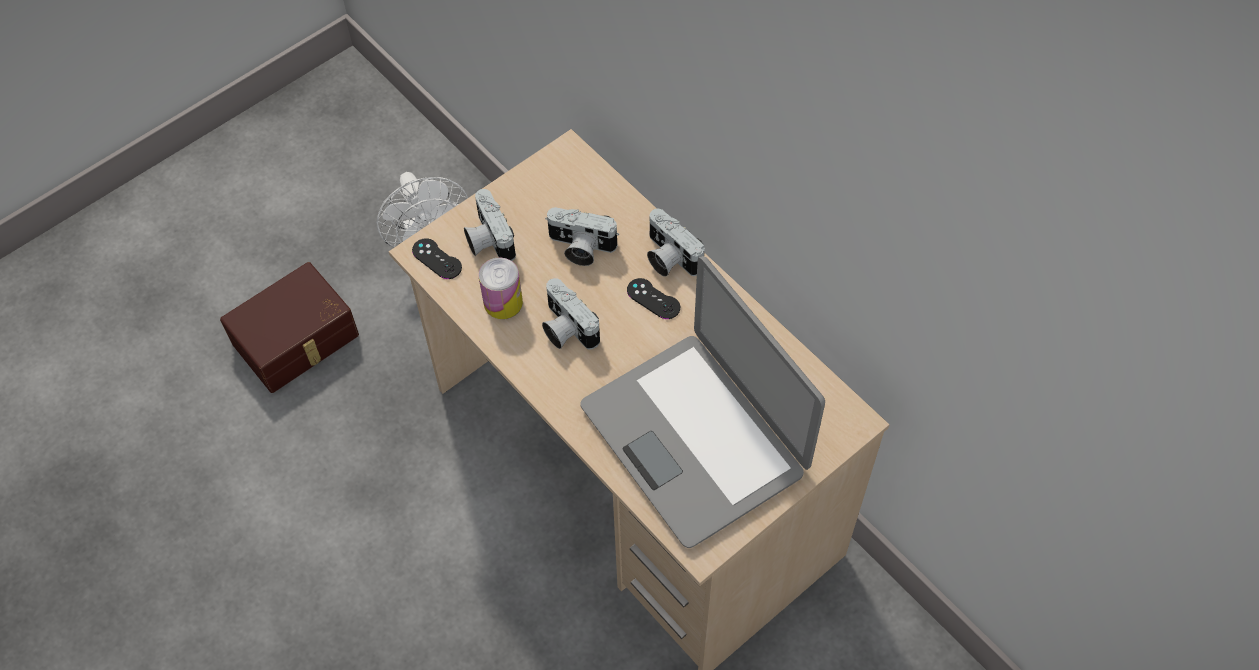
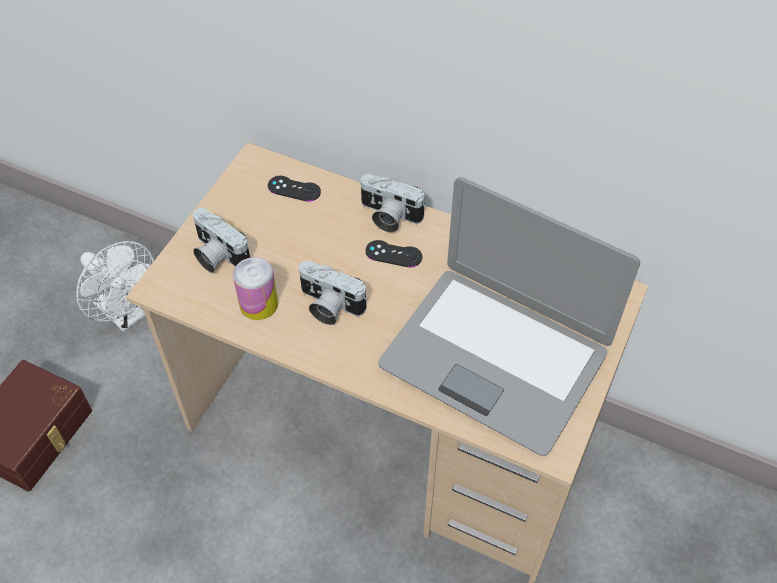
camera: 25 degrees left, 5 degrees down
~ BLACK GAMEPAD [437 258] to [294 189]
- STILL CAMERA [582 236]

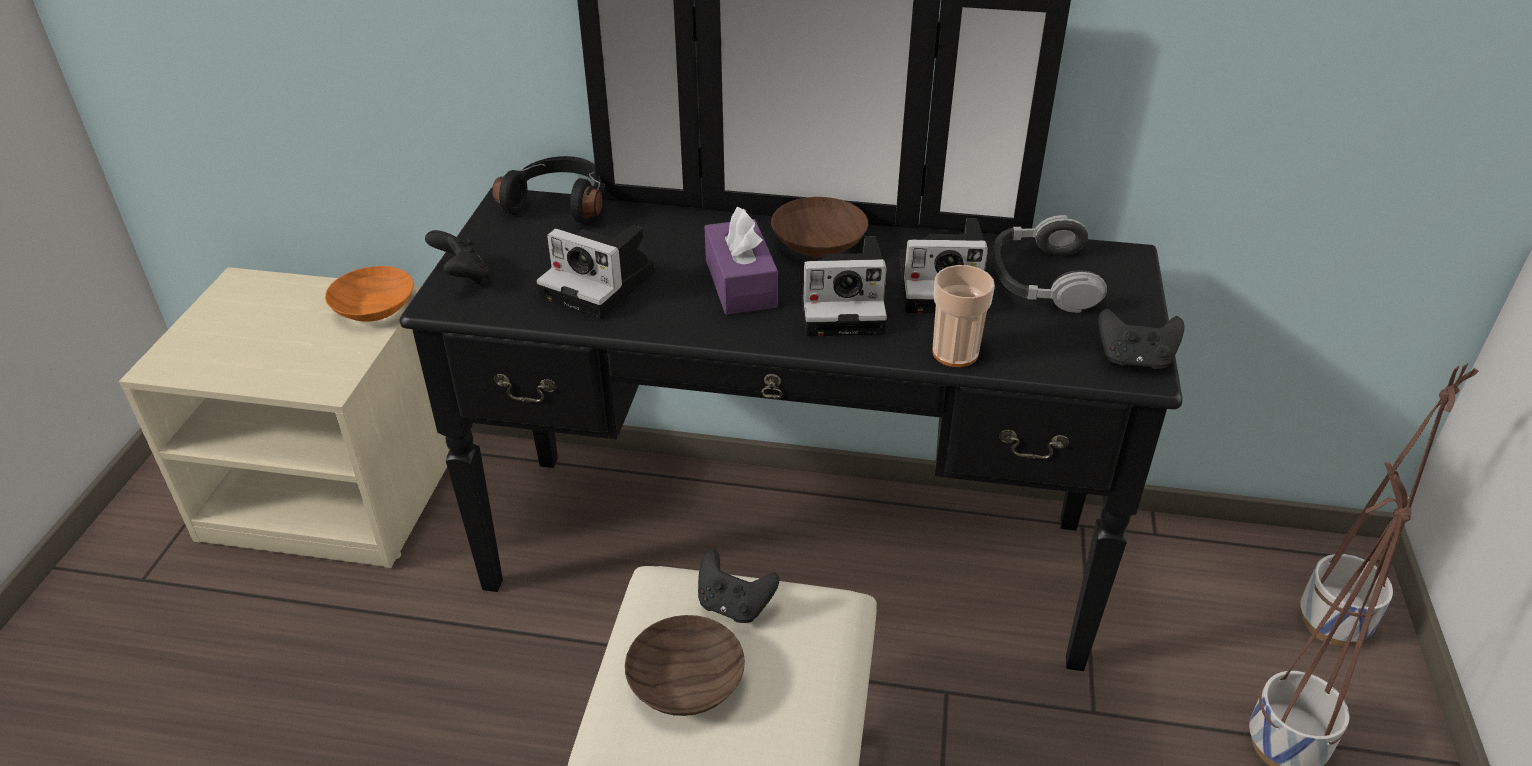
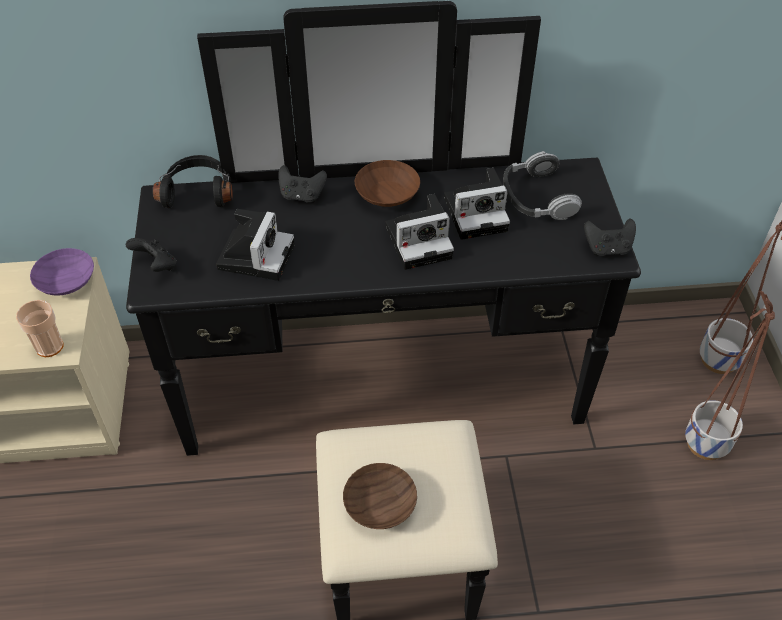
camera: 15 degrees left, 10 degrees up
~ DRINKING CUP [963 316] to [40 328]
~ ORANGEY BOWL [369 294] to PURPLE BOWL [62 272]
~ STILL CAMERA [595 272] = [255 245] 90 degrees counterclockwise
~ BLACK GAMEPAD [738 586] to [302 184]
- PURPLE TISSUE BOX [741 261]

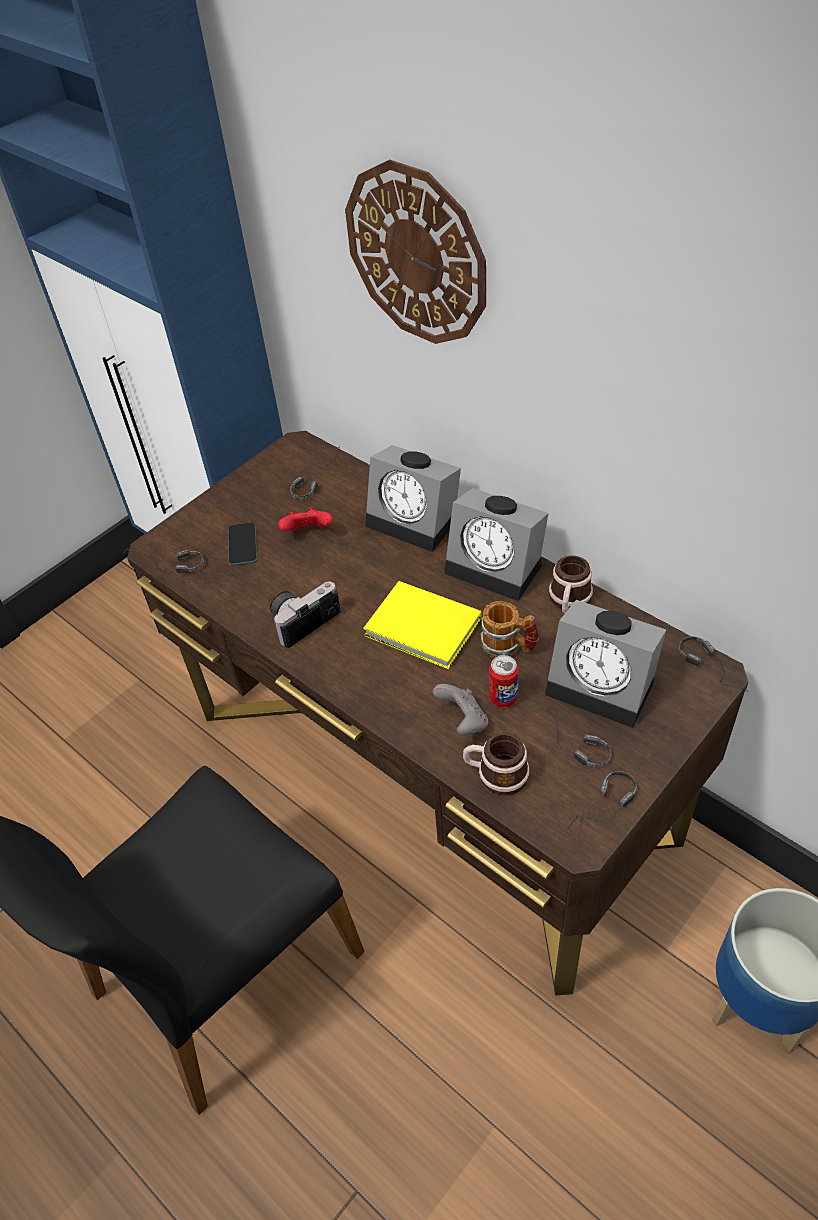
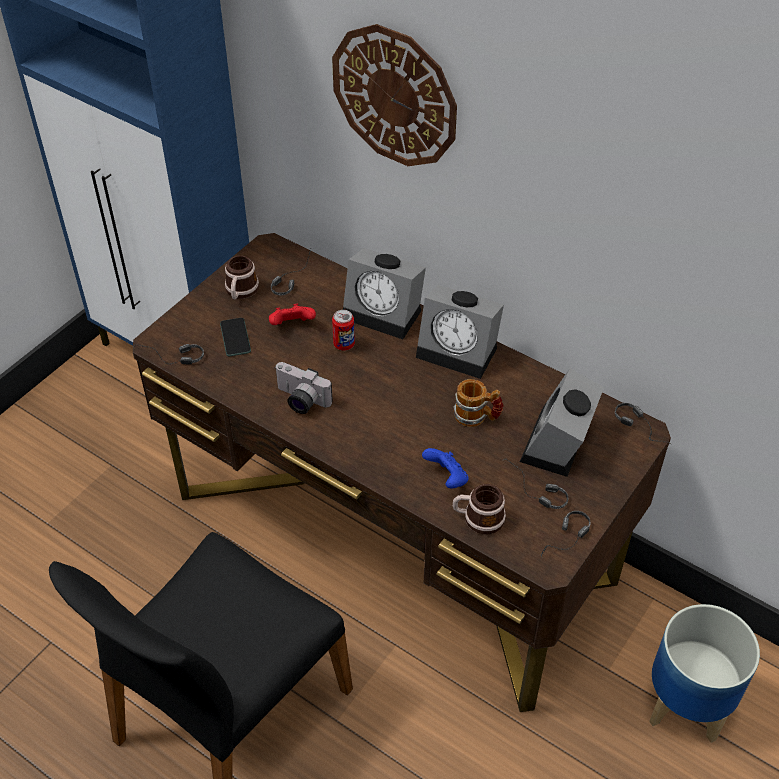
camera: 10 degrees left, 0 degrees up
~ TEA MUG [571 584] to [242 278]
~ STILL CAMERA [305 615] = [303 388] 105 degrees counterclockwise
~ METAL CAN [504 681] to [343 330]
~ GRAY GAMEPAD [460 709] to BLUE-COLOURED GAMEPAD [445 468]
~ BEDSIDE CLOCK [605 664] = [562 422] 90 degrees clockwise
- YELLOW-COLOURED BOUND BOOK [422 625]

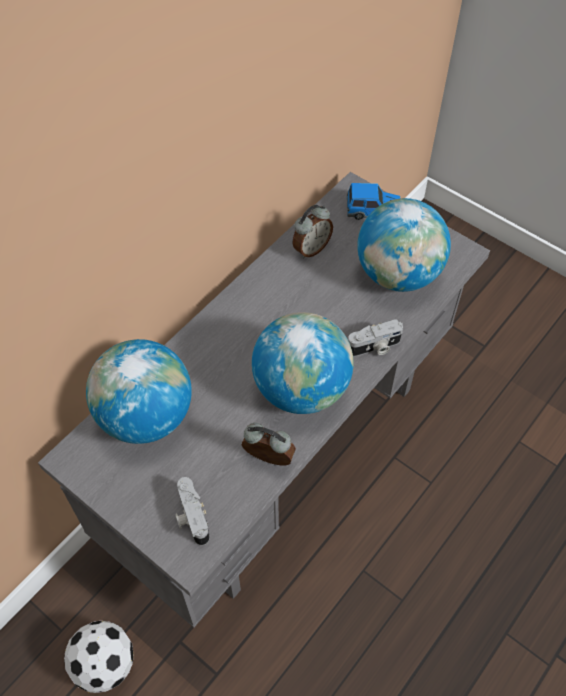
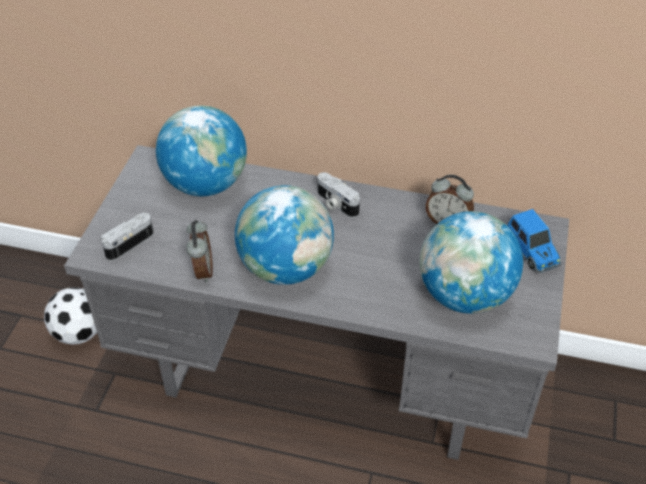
camera: 65 degrees right, 10 degrees down
~ STILL CAMERA [375 338] to [339 195]

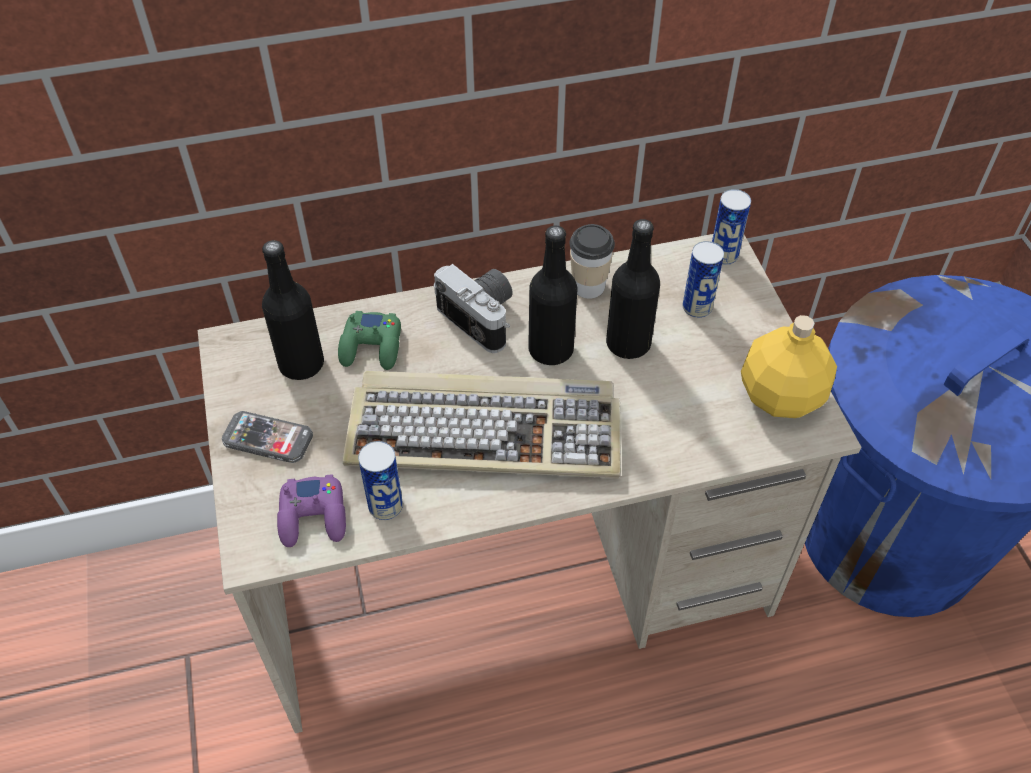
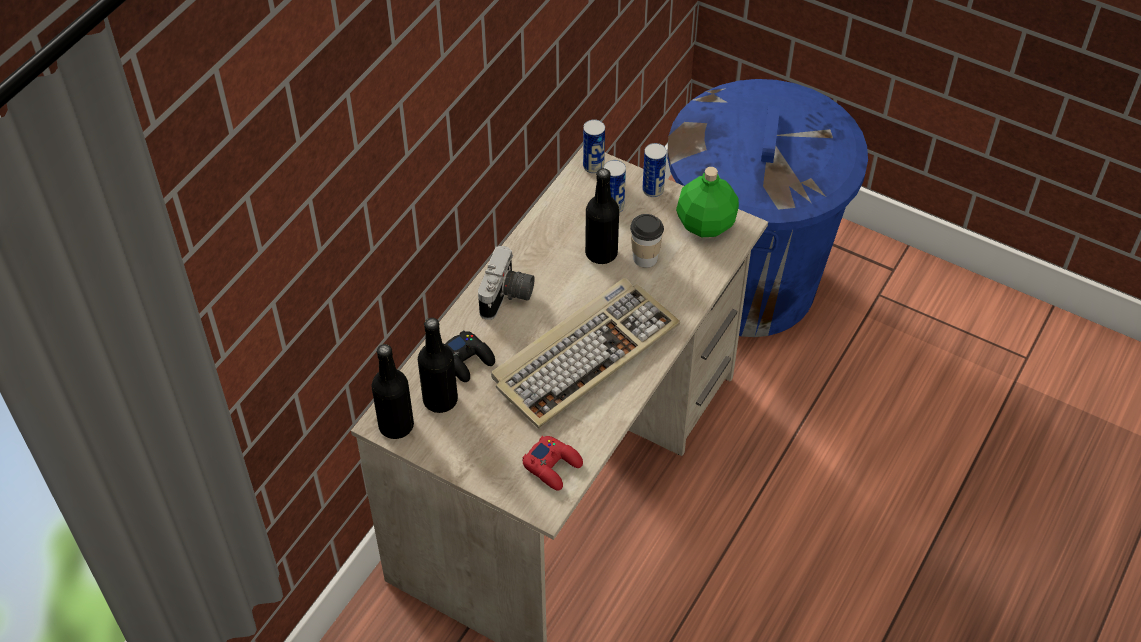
camera: 45 degrees left, 0 degrees up
~ BLACK BEVERAGE BOTTLE [553 295] to [393 391]
~ GREEN GAMEPAD [369 340] to BLACK GAMEPAD [470 356]
~ STILL CAMERA [473 308] = [506 283] 105 degrees clockwise
~ PURPLE GAMEPAD [311 510] to RED GAMEPAD [552 463]
~ DRINKING CUP [592 261] to [647 241]
~ METAL CAN [380 480] to [654 170]
~ YELLOW-COLOURED BEVERAGE BOTTLE [789 366] to GREEN BEVERAGE BOTTLE [707 202]
- TELEPHONE [267 437]

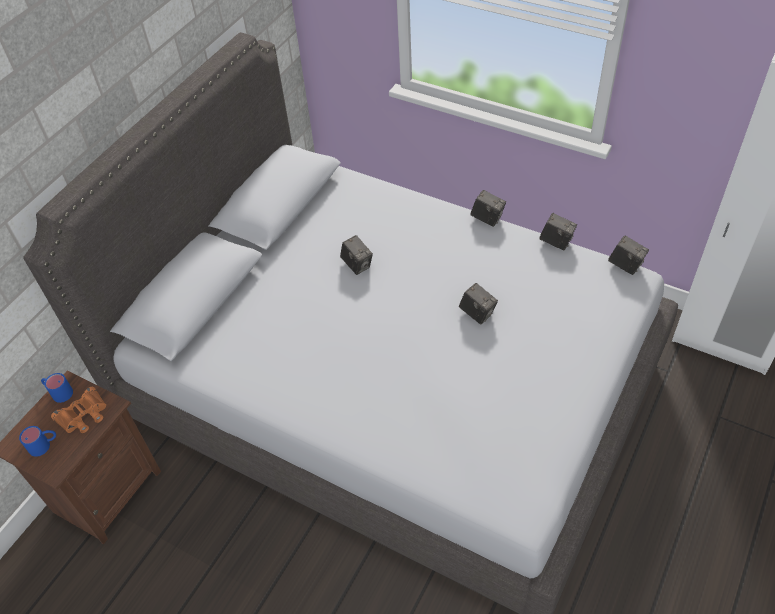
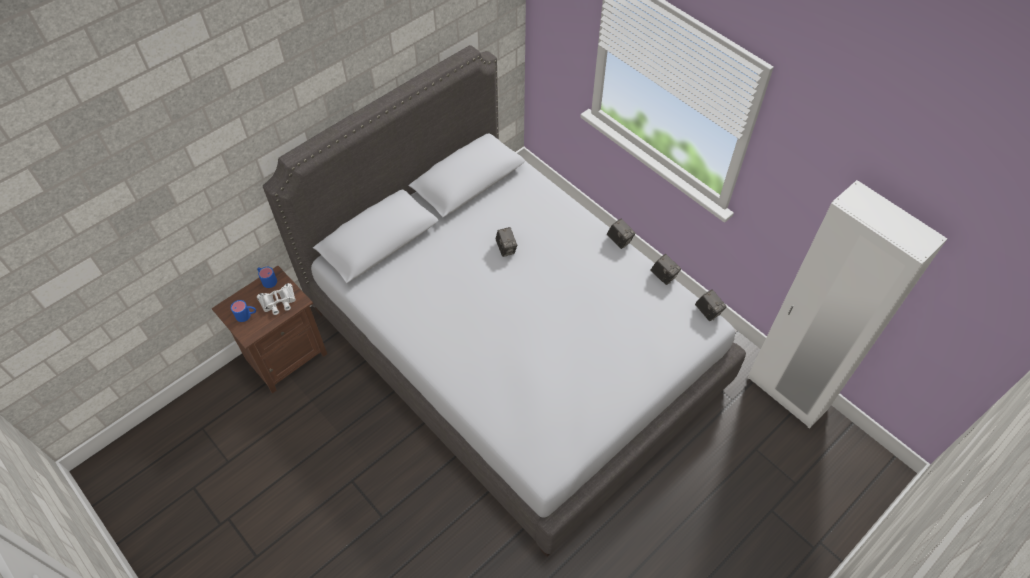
camera: 15 degrees right, 5 degrees up
~ ORANGEY BINOCULARS [78 410] to WHITISH BINOCULARS [276 299]
- STILL CAMERA [478 303]

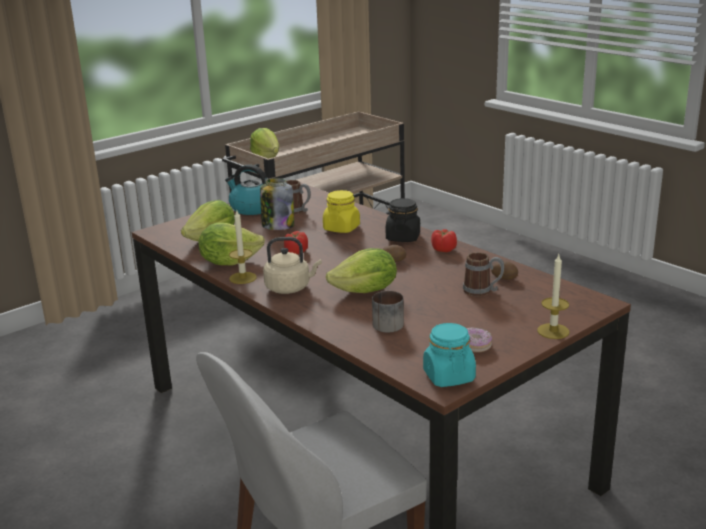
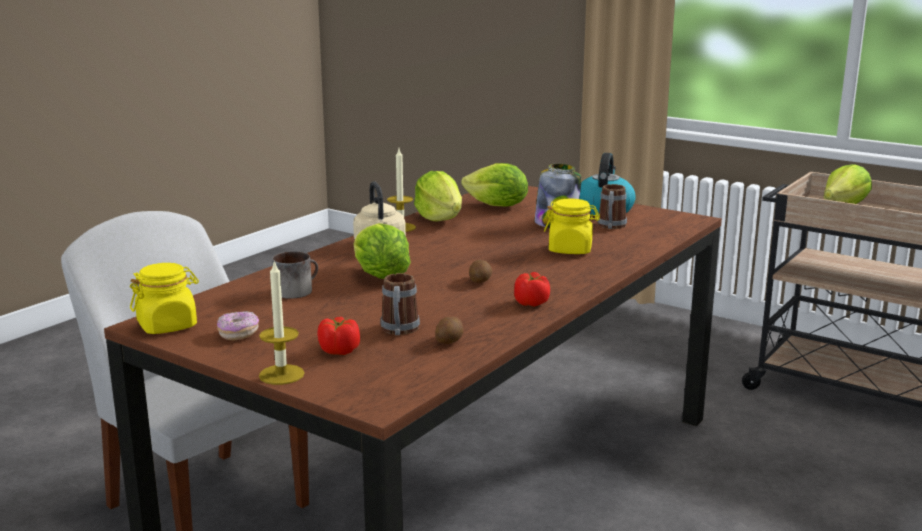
camera: 75 degrees right, 5 degrees down
~ TURQUOISE STORAGE JAR [449 355] to YELLOW-COLOURED STORAGE JAR [164 298]
~ FRESH TOMATO [296 242] to [339 336]
- BLACK STORAGE JAR [403 220]

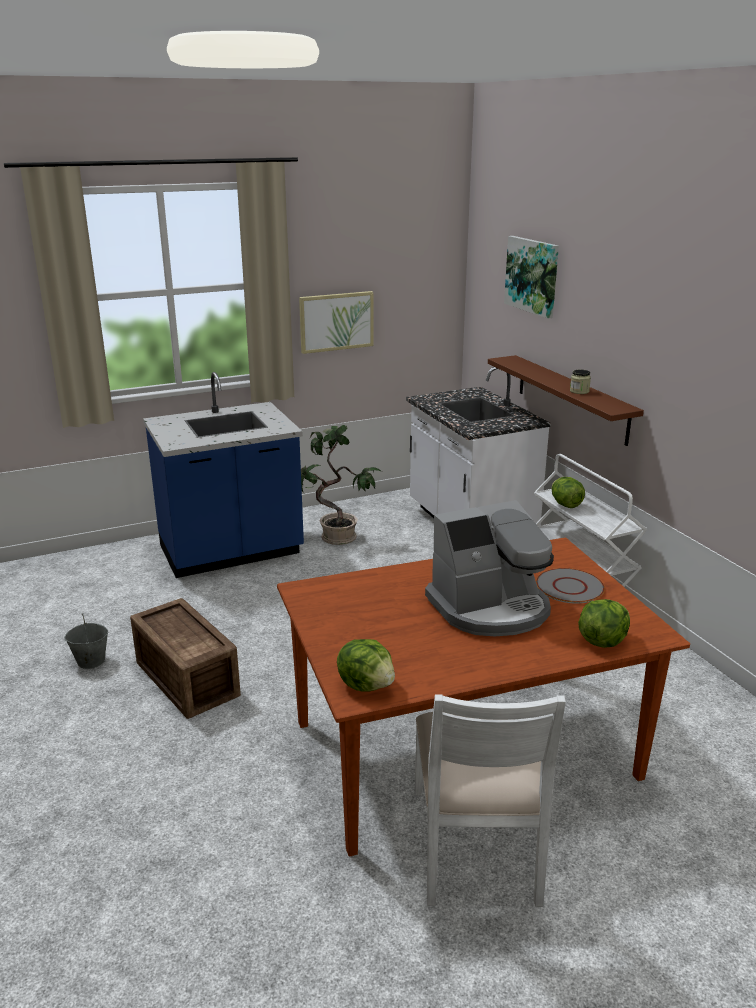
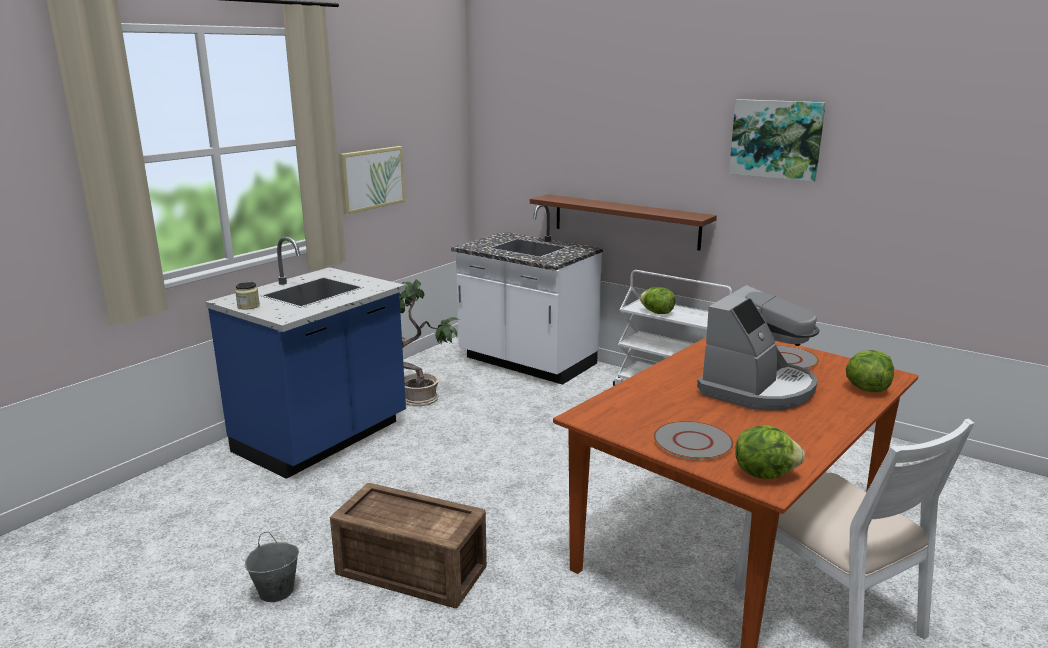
camera: 30 degrees left, 5 degrees down
~ STORAGE JAR [580 381] to [247 296]
+ GRAY DINNER PLATE [693 440]
~ WALL PICTURE [531 277] to [777 140]

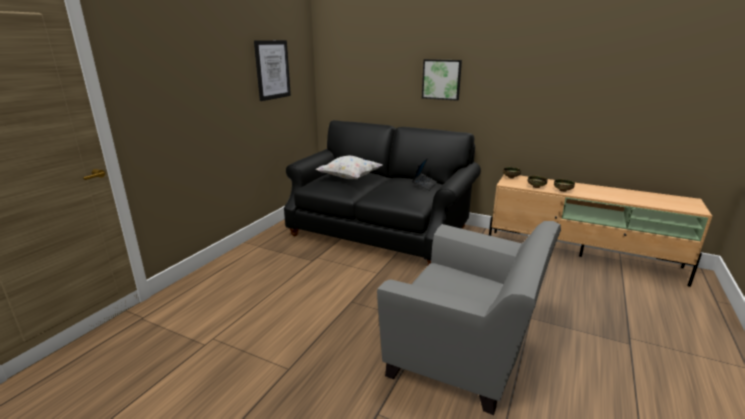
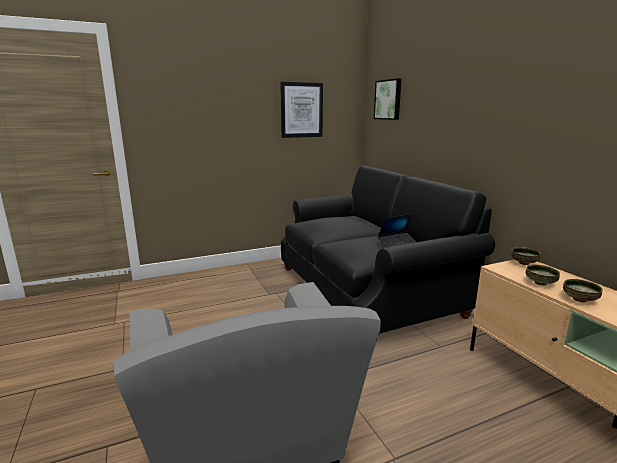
camera: 40 degrees right, 5 degrees down
~ WALL PICTURE [442 80] to [388 99]
- WHITISH CUSHION [349 167]

